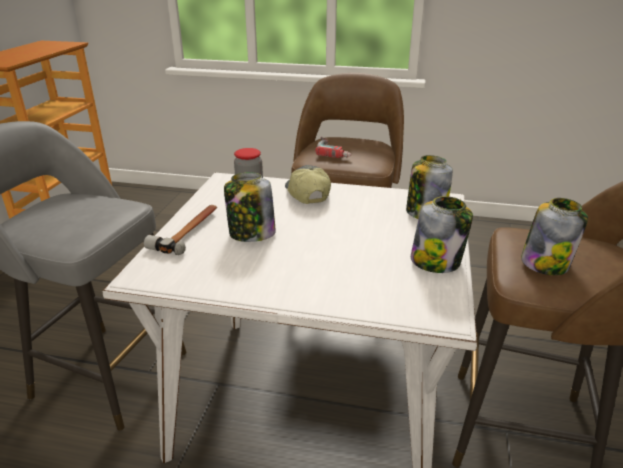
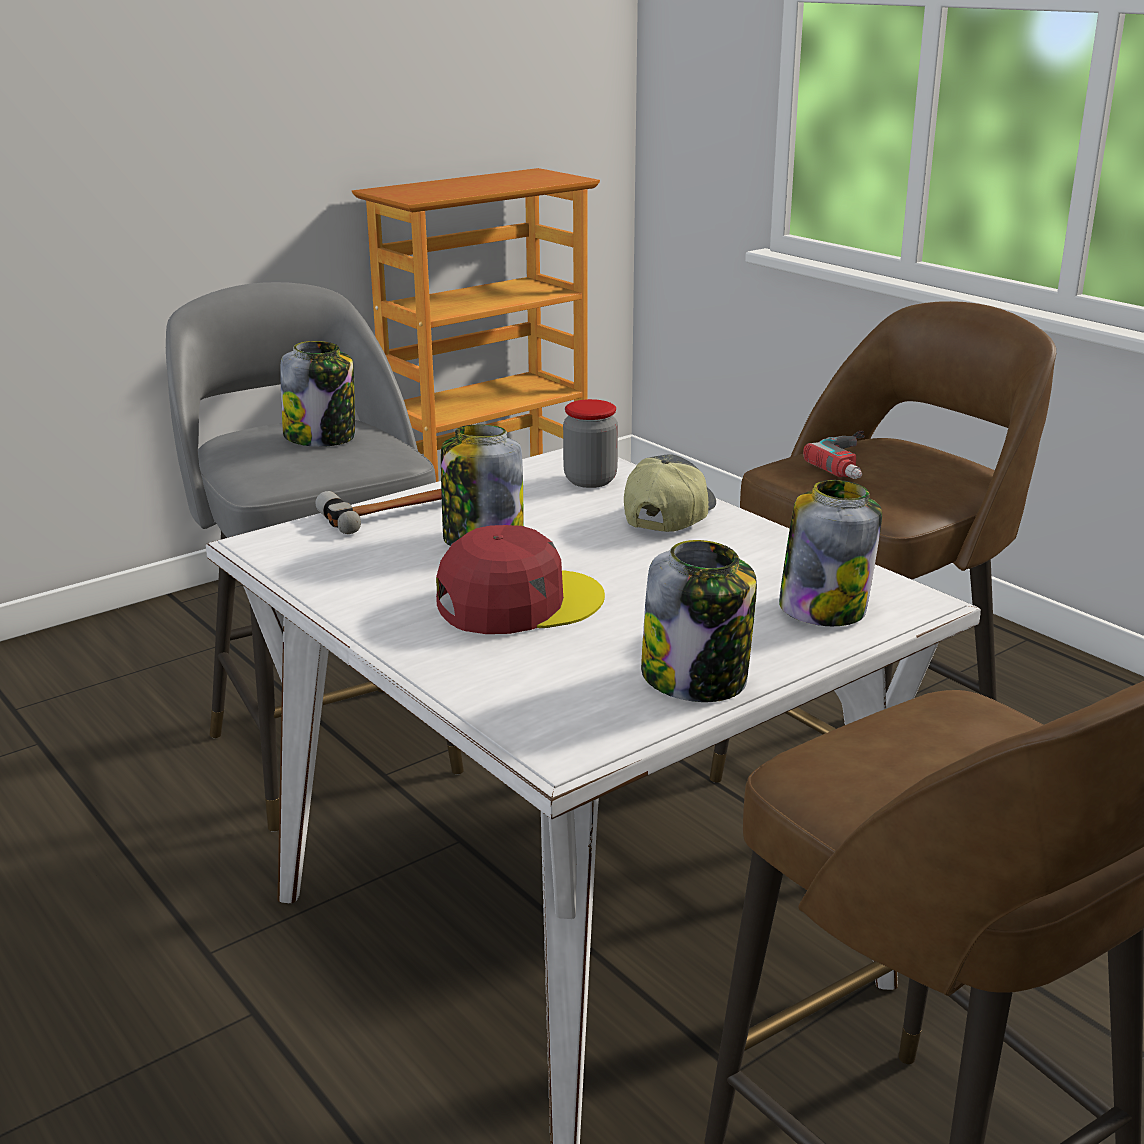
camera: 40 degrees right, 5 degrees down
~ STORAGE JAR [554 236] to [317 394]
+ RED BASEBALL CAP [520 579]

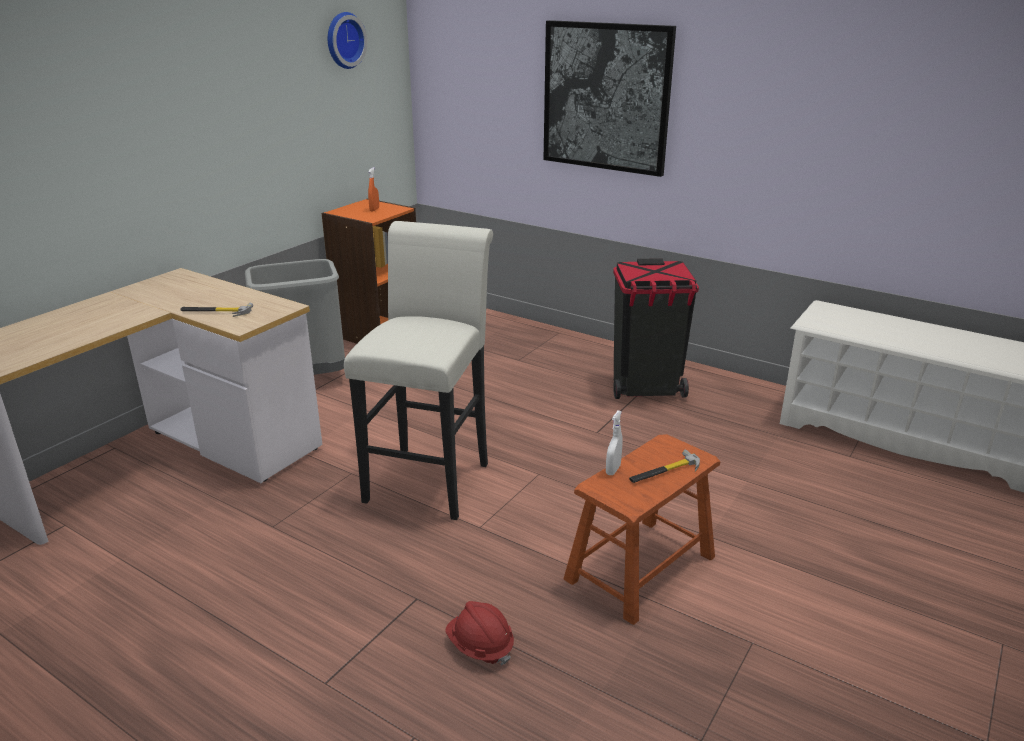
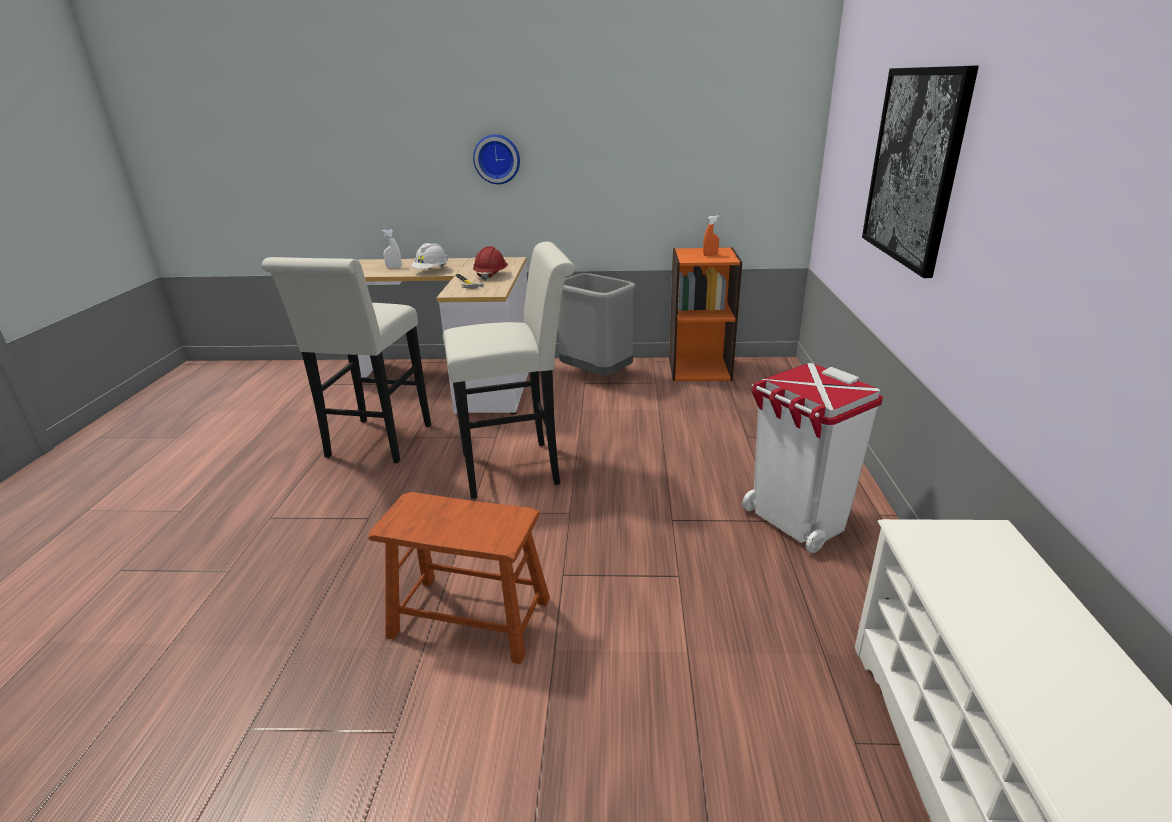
camera: 60 degrees right, 0 degrees up
+ WHITISH STOOL [346 360]
~ WHITISH HAND SPRAYER [614 442] to [392 248]
+ WHITISH HARD HAT [429 256]
~ CLOCK ON THE WALL [347 40] to [496 159]
~ RED HARD HAT [479 633] to [490 263]
~ BLACK WASTE BIN [656 328] to WHITISH WASTE BIN [812 458]
- HAND HAMMER [664 466]

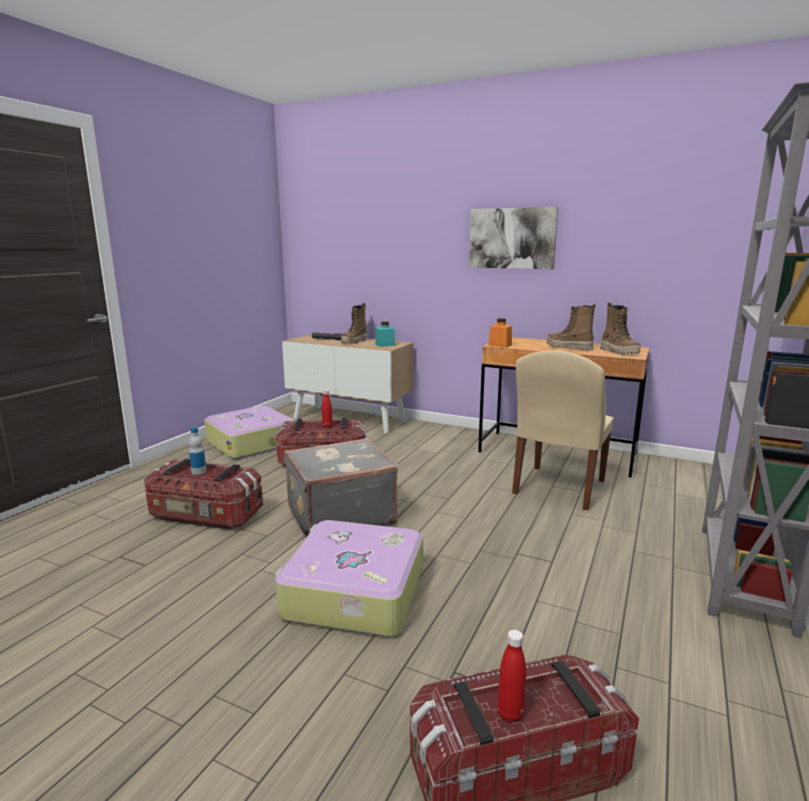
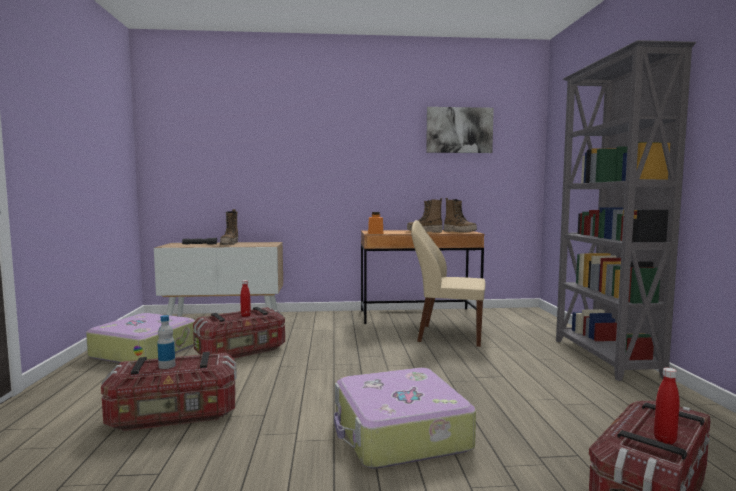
camera: 30 degrees left, 10 degrees down
~ BEIGE PLAIN CHAIR [562 430] = [448 283] 105 degrees clockwise
~ WALL PICTURE [513 238] to [460 130]
- GRAY SUITCASE [341 488]
- TURQUOISE STORAGE JAR [385 334]

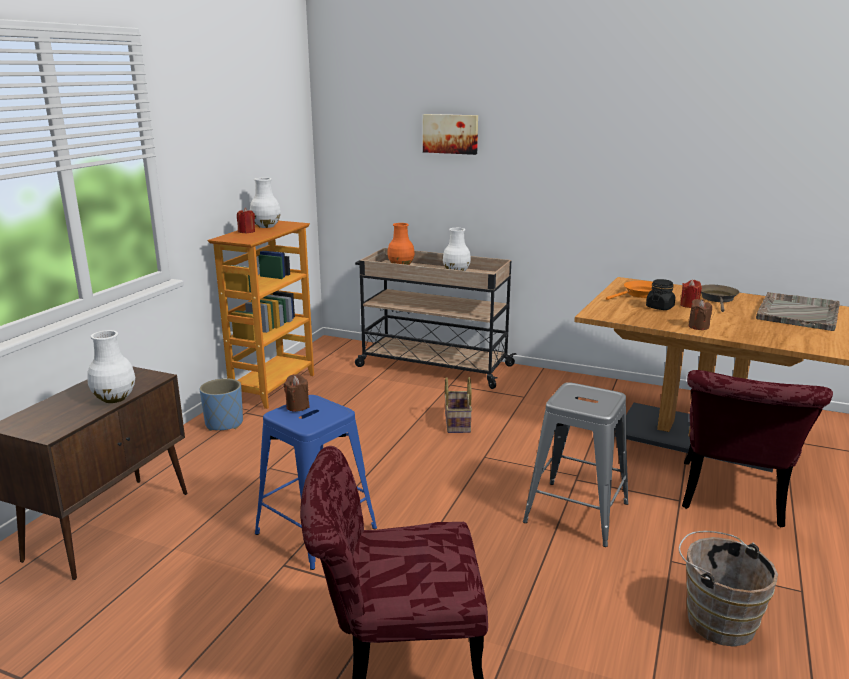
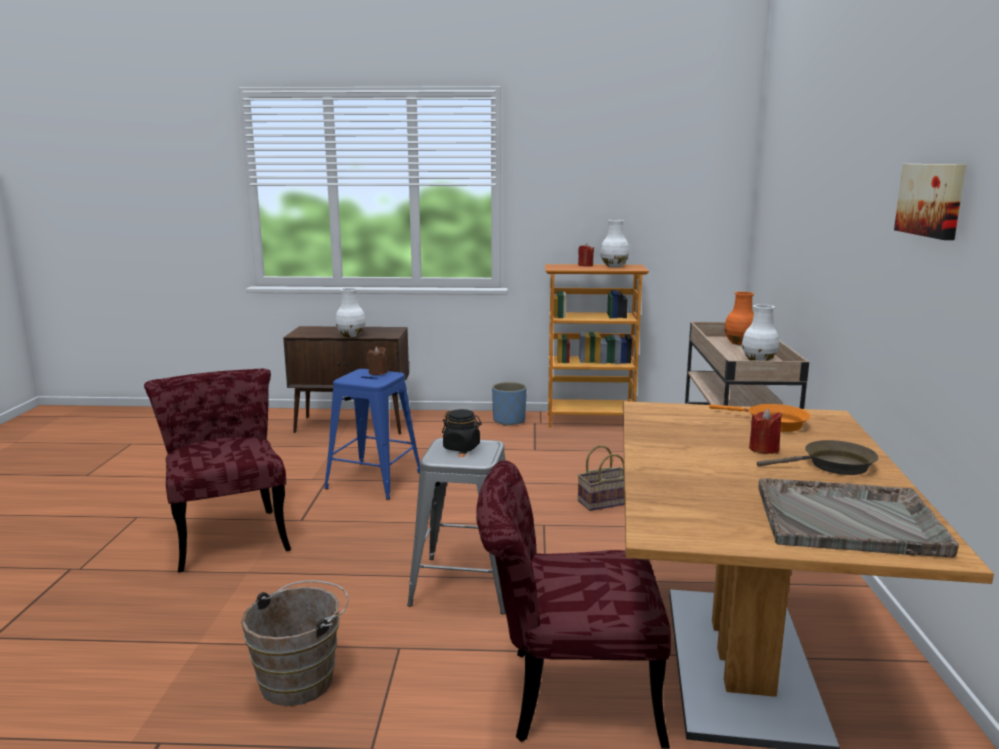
camera: 70 degrees right, 5 degrees down
~ BLACK STORAGE JAR [660 294] to [462 430]
~ WALL PICTURE [450 134] to [930 202]
- BROWNISH WAX LIGHT [700 314]

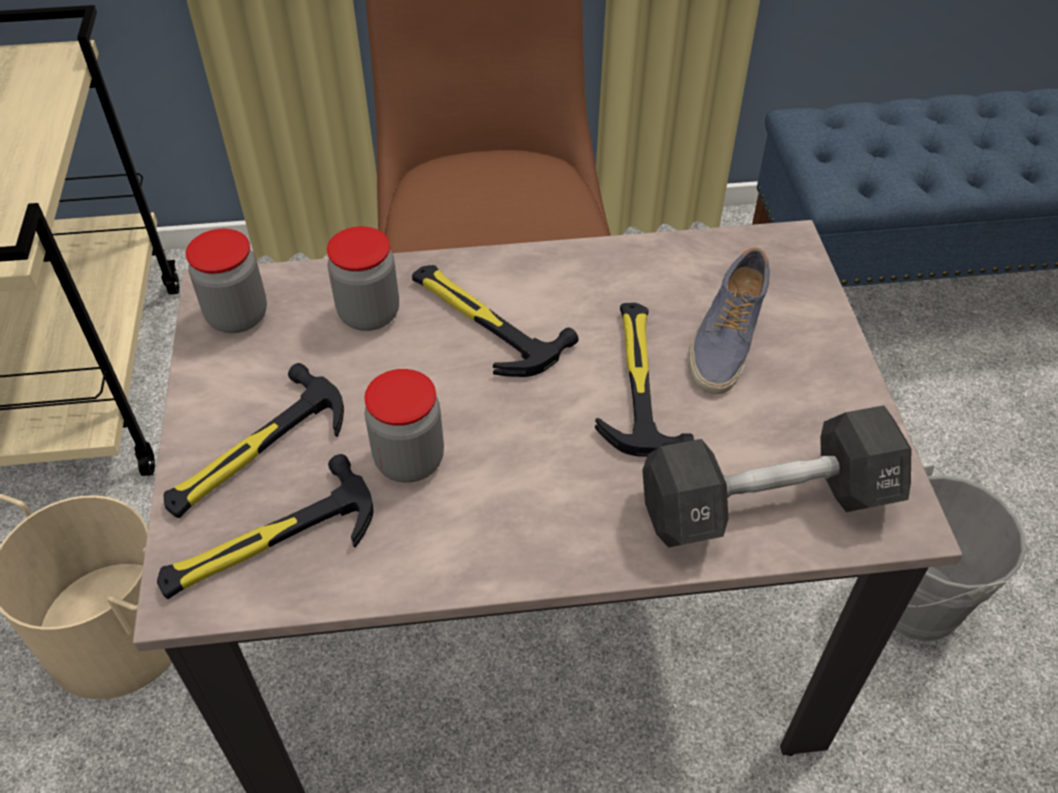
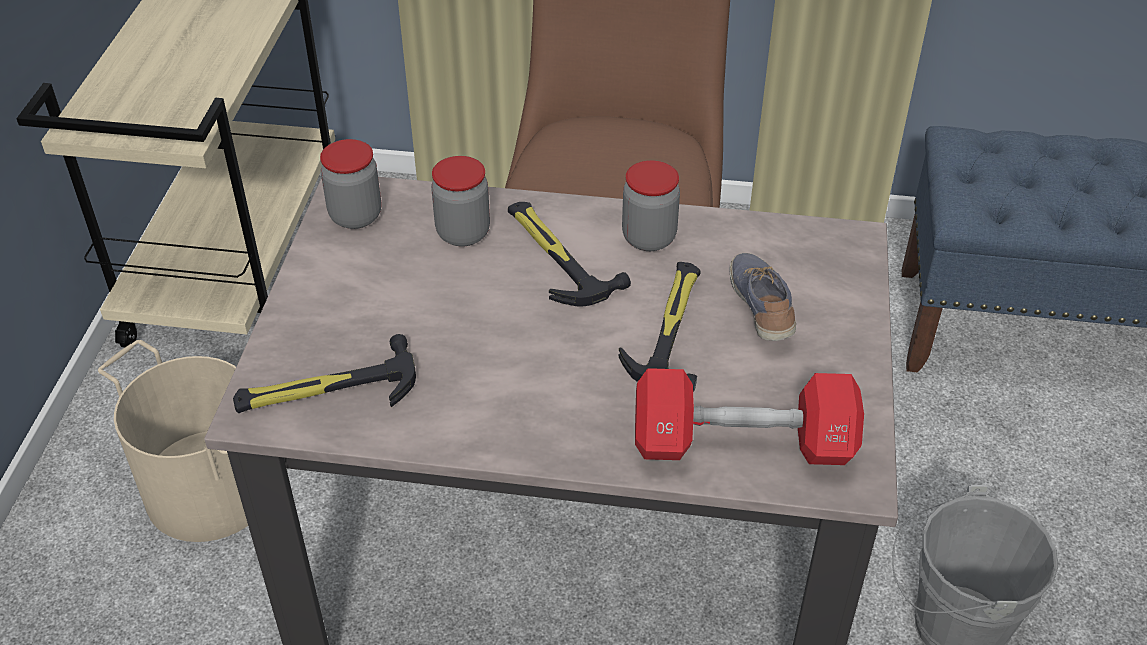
camera: 15 degrees right, 5 degrees down
~ STORAGE JAR [404 426] to [651 205]
~ BLACK DUMBBELL [776 476] to RED DUMBBELL [749 416]
~ LOW SHOE [729 320] = [762 297] 135 degrees clockwise
- HAND HAMMER [254 440]

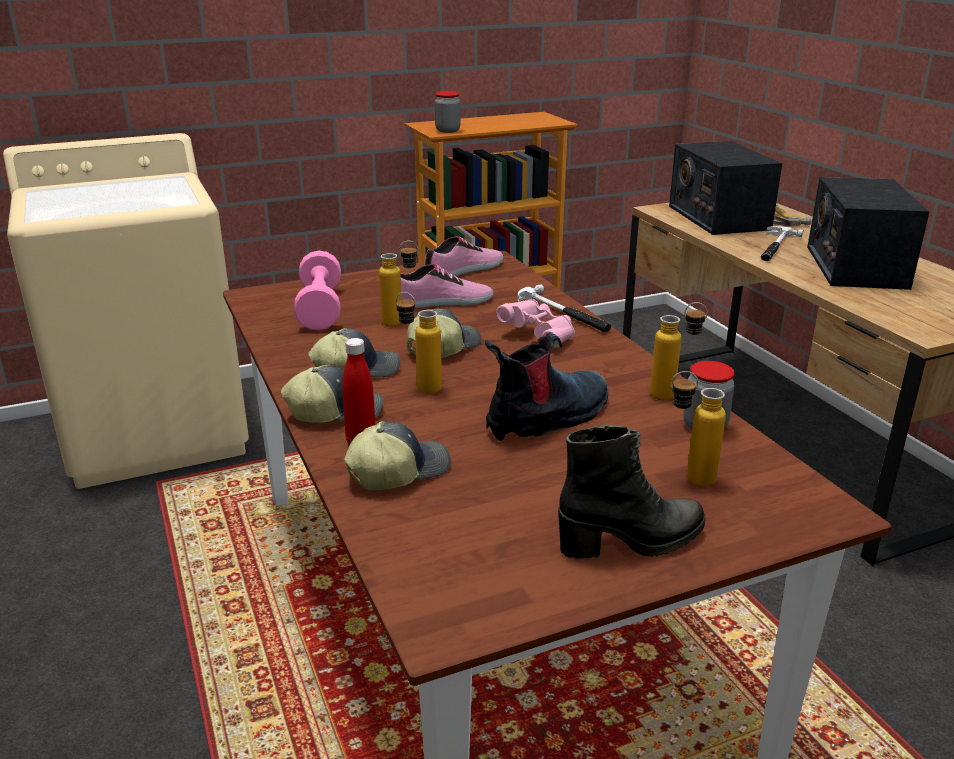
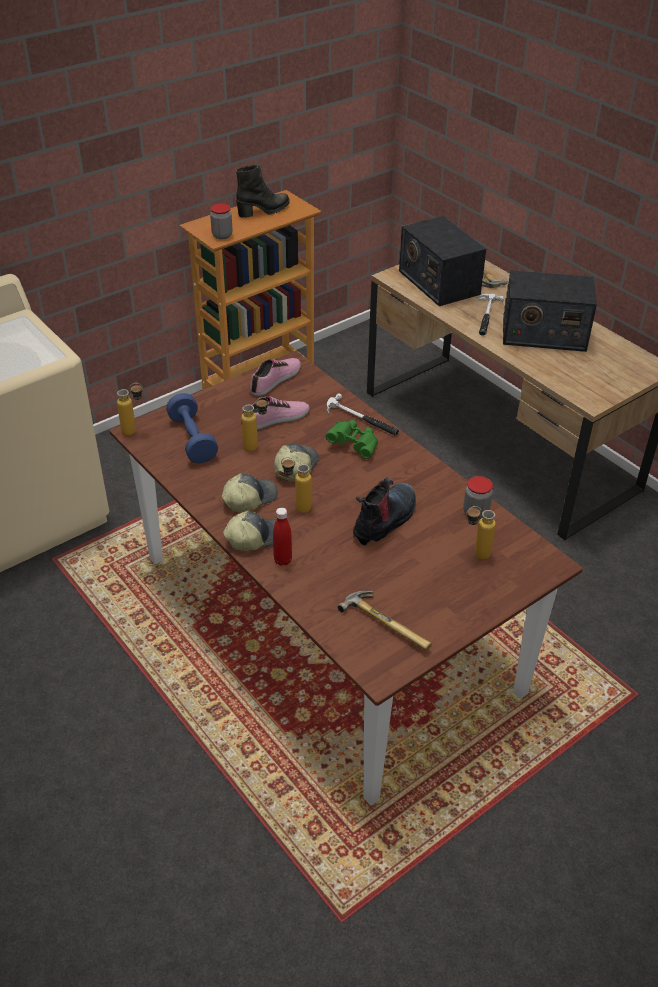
camera: 15 degrees left, 15 degrees up
~ BEVERAGE BOTTLE [679 351] to [130 409]
~ PINK DUMBBELL [317 291] to BLUE-COLOURED DUMBBELL [192 428]
~ BLACK BOOT [632 492] to [262 191]
~ PINK BINOCULARS [535 321] to GREEN BINOCULARS [351 439]
+ HAND HAMMER [385 621]
~ RADIO SET [868 233] = [550 311] 75 degrees counterclockwise
- BASEBALL CAP [397 455]

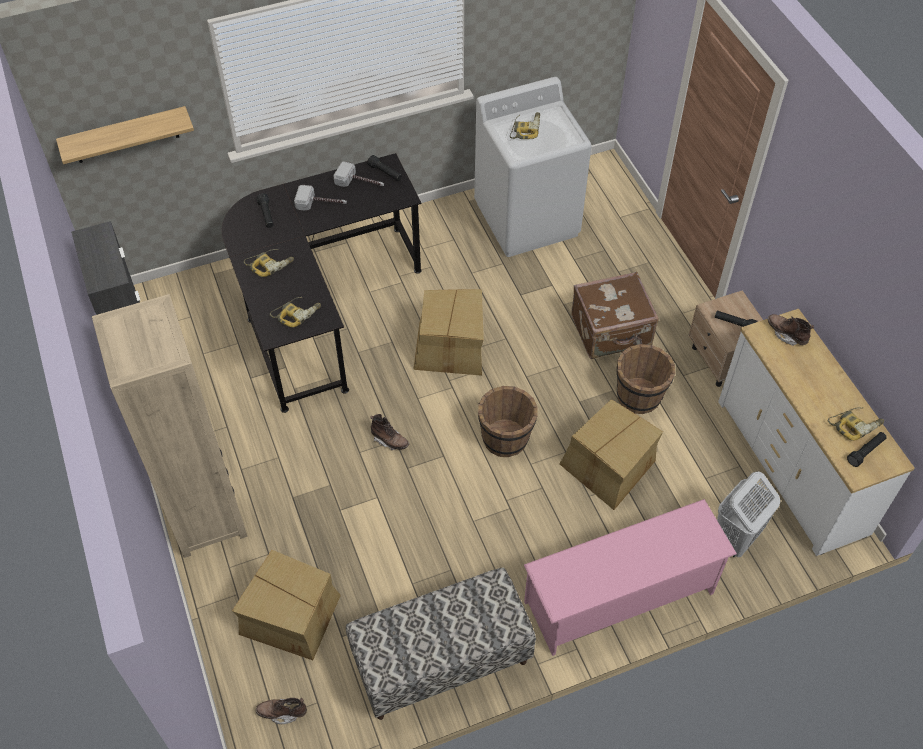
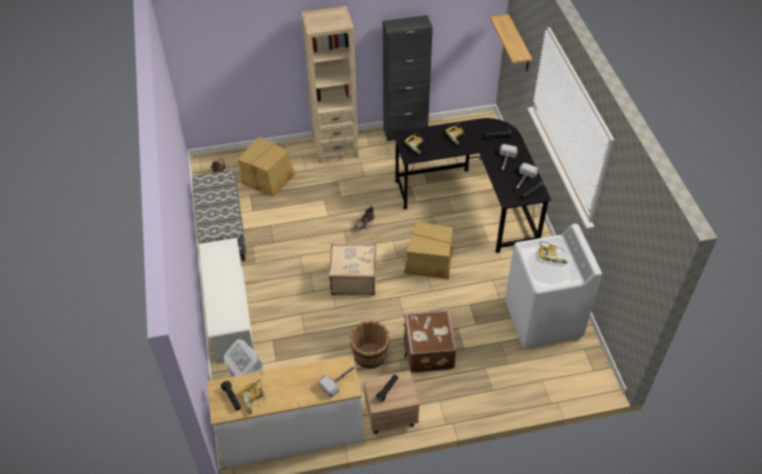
camera: 100 degrees right, 5 degrees down
~ PINK SHOE RACK [630 577] to WHITISH SHOE RACK [226 300]
~ BROWNISH BOOT [790 330] to HAND HAMMER [337 381]
~ BROWNISH BUCKET [508 421] to BEIGE SUITCASE [352 269]
- CARTON [611 454]

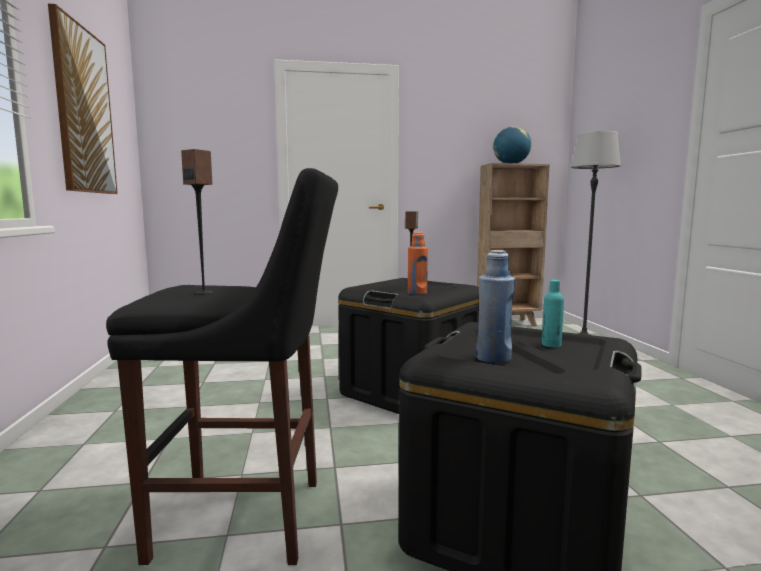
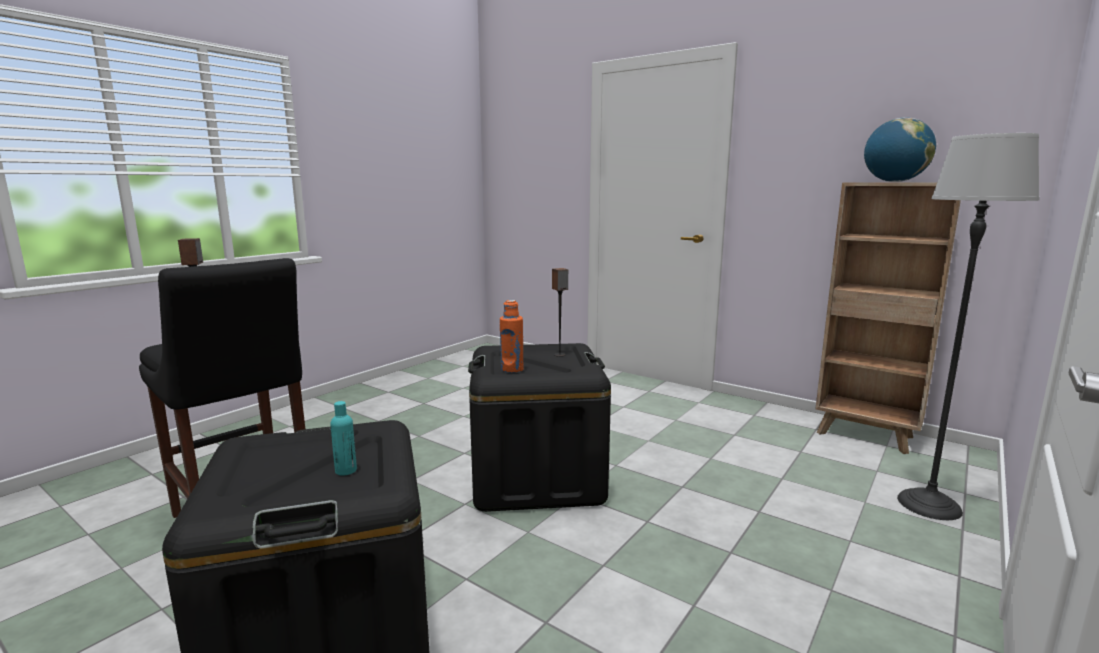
camera: 45 degrees right, 5 degrees up
- WALL PICTURE [83 99]
- BLUE-COLOURED BEVERAGE BOTTLE [496 306]

